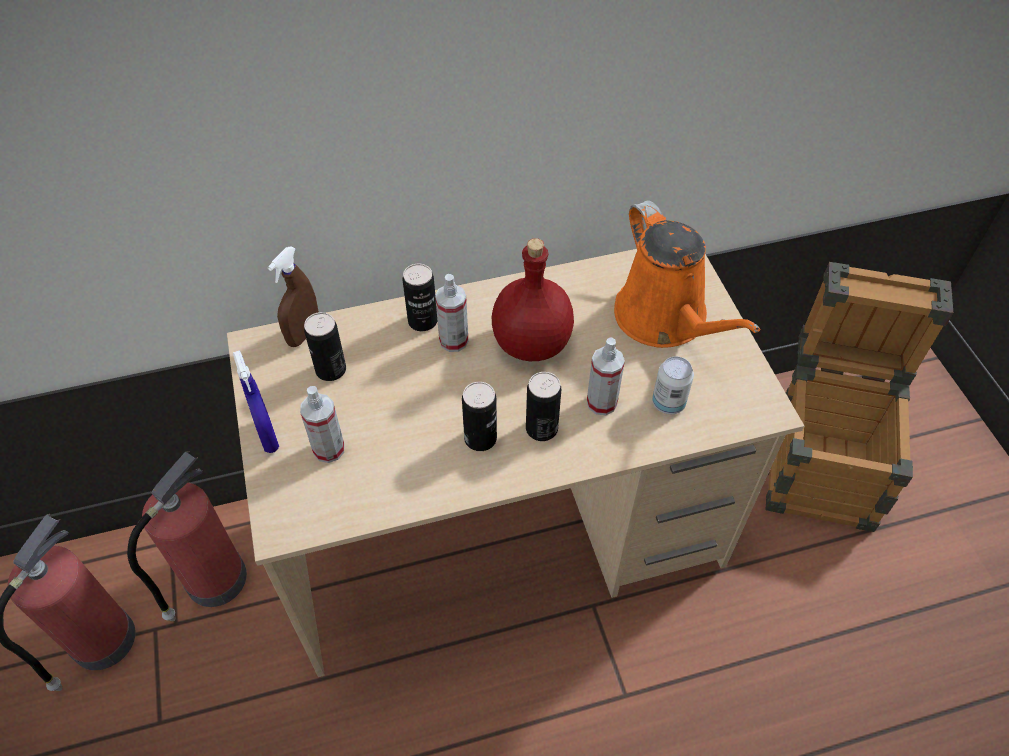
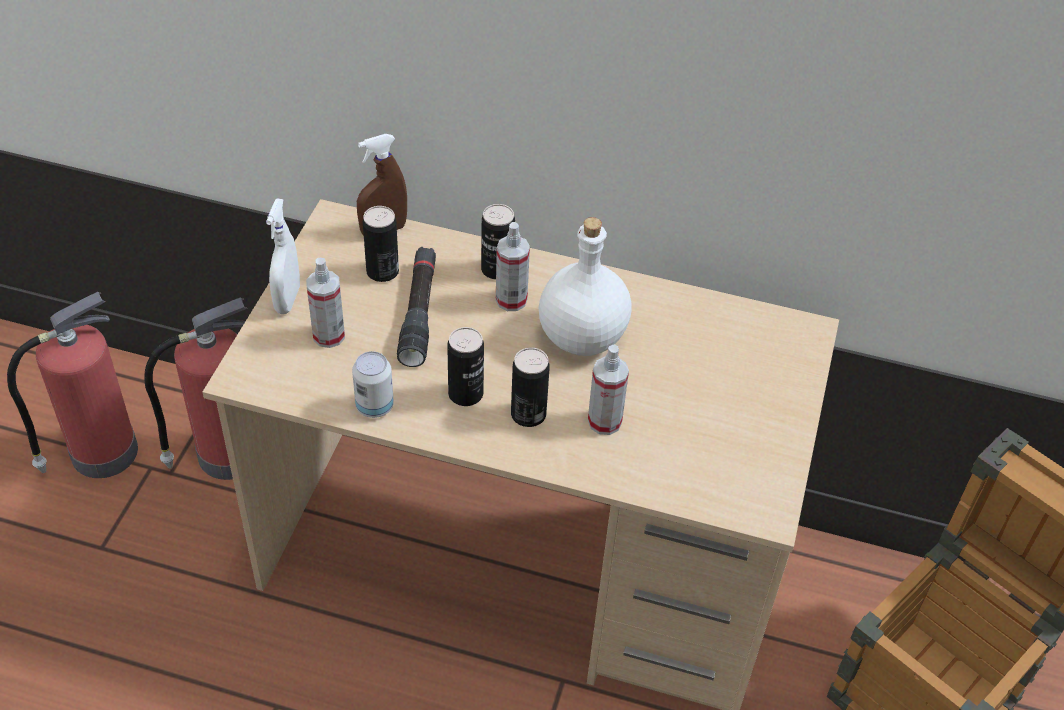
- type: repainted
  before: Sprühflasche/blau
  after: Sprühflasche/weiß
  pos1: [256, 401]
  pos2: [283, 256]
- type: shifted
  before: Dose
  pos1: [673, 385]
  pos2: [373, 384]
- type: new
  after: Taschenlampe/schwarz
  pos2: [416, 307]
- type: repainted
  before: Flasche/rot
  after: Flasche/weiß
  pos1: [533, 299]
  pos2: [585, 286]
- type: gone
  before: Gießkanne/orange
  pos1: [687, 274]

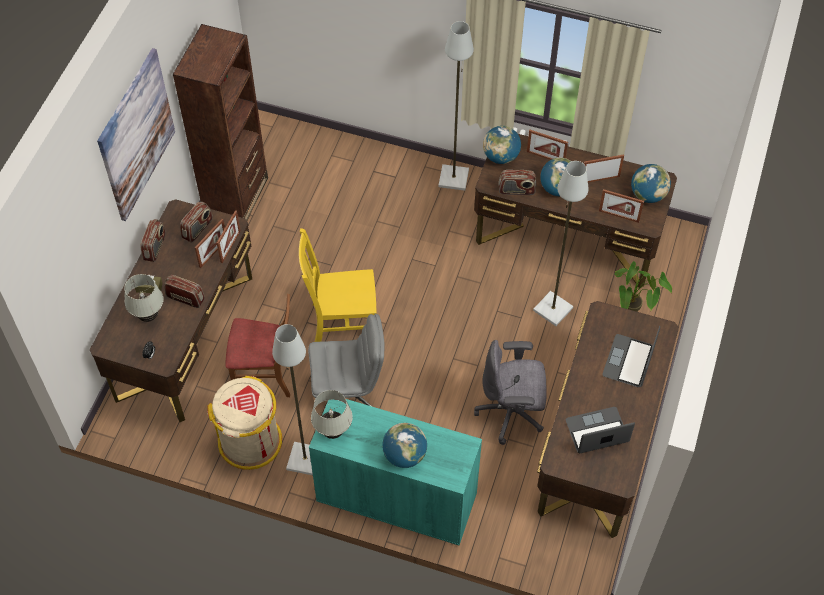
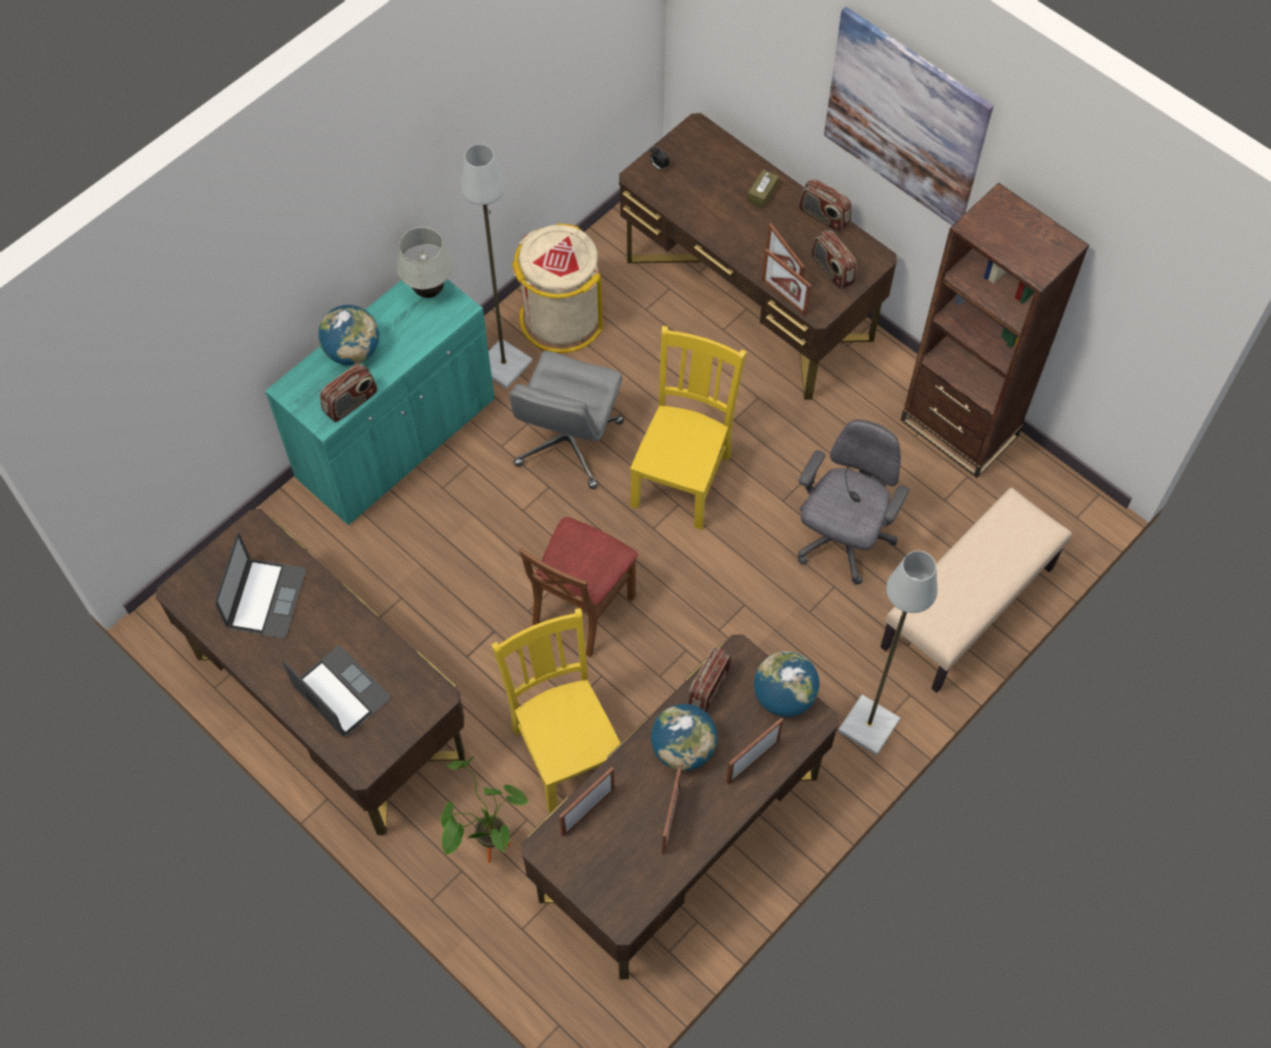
- type: shifted
  before: Radio
  pos1: [184, 291]
  pos2: [348, 392]
- type: swapped
  before: Stehlampe/grau
  after: Stuhl/gelb
  pos1: [561, 243]
  pos2: [555, 711]
- type: shifted
  before: Stuhl/braun
  pos1: [257, 345]
  pos2: [578, 587]
- type: shifted
  before: Bürostuhl/grau
  pos1: [510, 392]
  pos2: [853, 502]
- type: new
  after: Bank/beige
  pos2: [976, 590]
- type: gone
  before: Tischlampe/weiß
  pos1: [144, 298]
- type: gone
  before: Globus
  pos1: [651, 183]

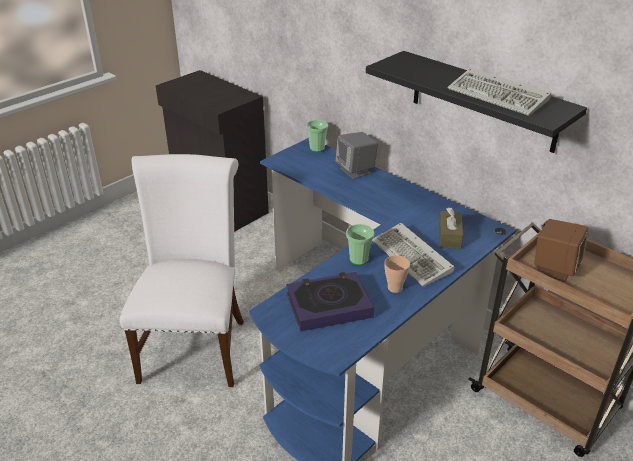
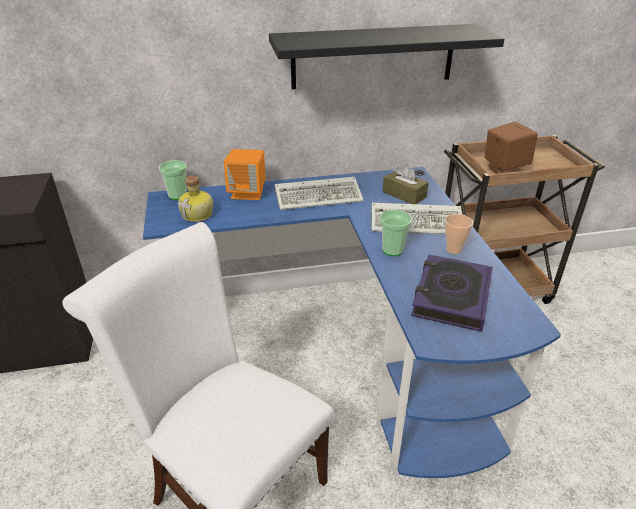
- type: new
  after: Flasche
  pos2: [195, 199]
- type: repainted
  before: Lautsprecher/grau
  after: Lautsprecher/orange
  pos1: [356, 155]
  pos2: [244, 174]
- type: shifted
  before: Tastatur
  pos1: [499, 92]
  pos2: [319, 193]

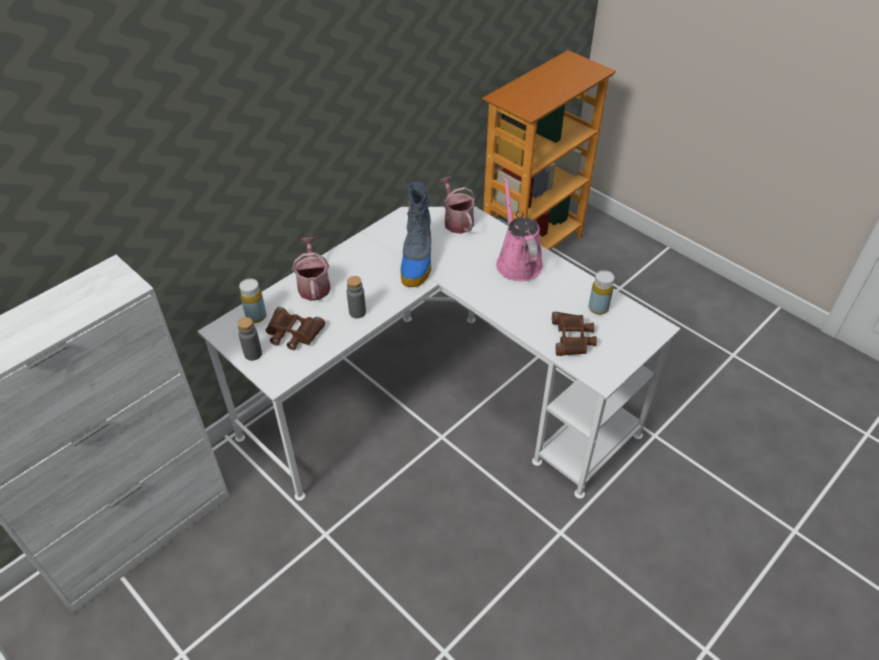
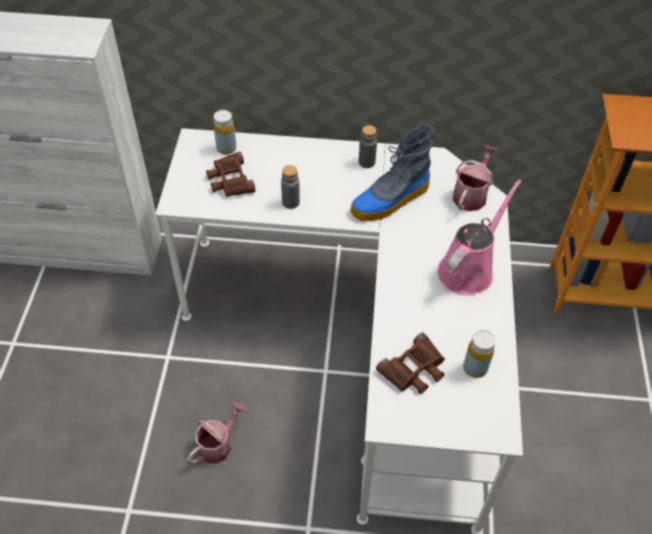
- type: shifted
  before: Gießkanne
  pos1: [311, 269]
  pos2: [217, 432]
- type: shifted
  before: Flasche/grau
  pos1: [249, 339]
  pos2: [368, 146]

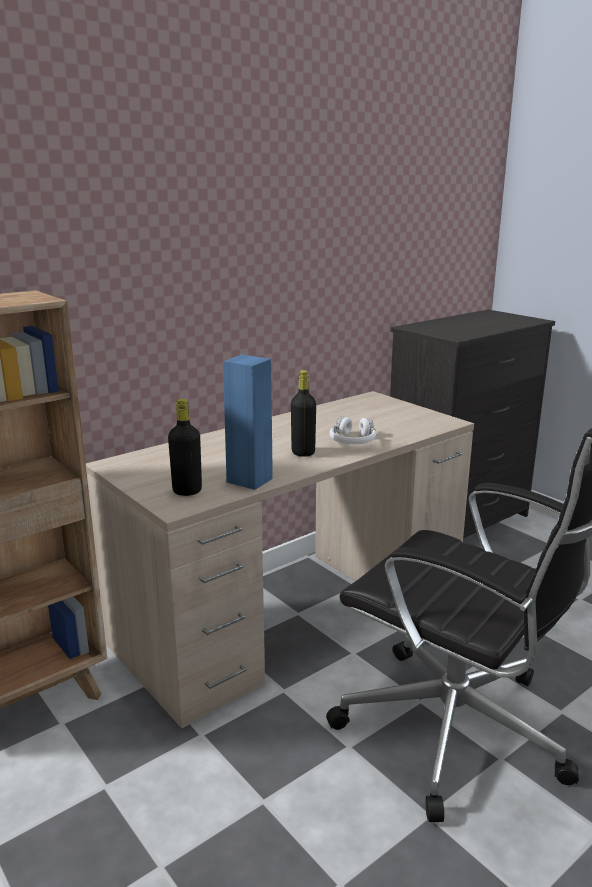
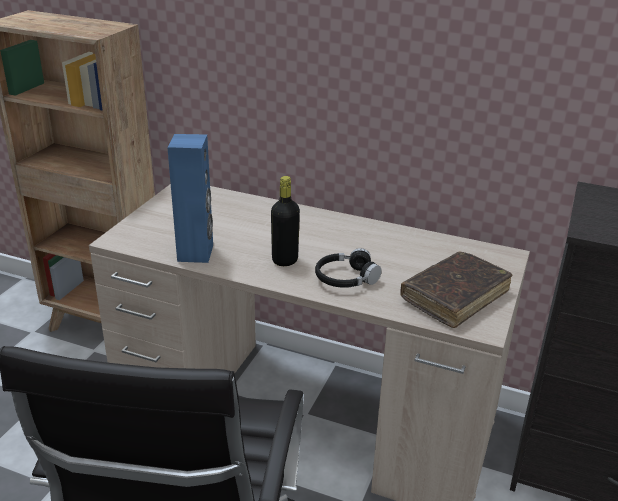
- type: repainted
  before: Kopfhörer/weiß
  after: Kopfhörer/schwarz
  pos1: [352, 430]
  pos2: [348, 268]
- type: new
  after: Buch/braun
  pos2: [456, 289]
- type: gone
  before: Flasche/schwarz
  pos1: [185, 447]

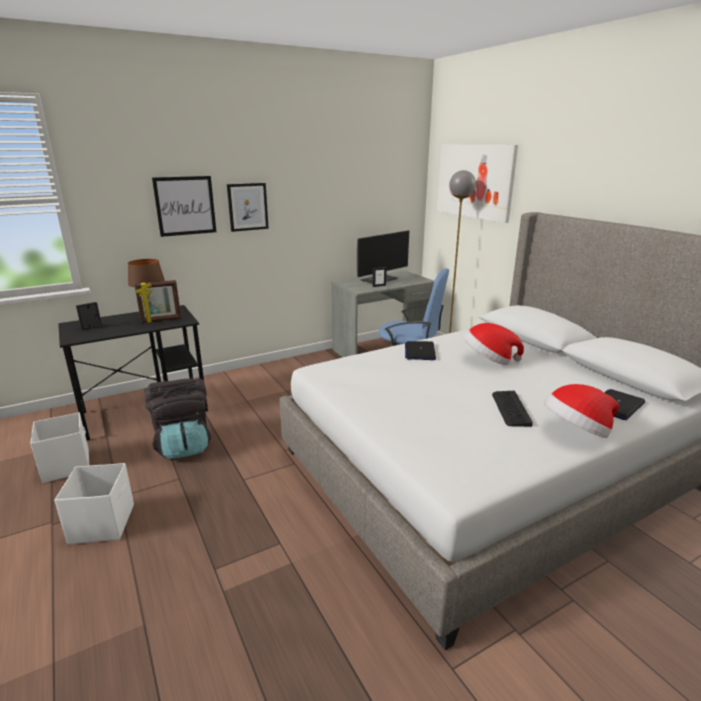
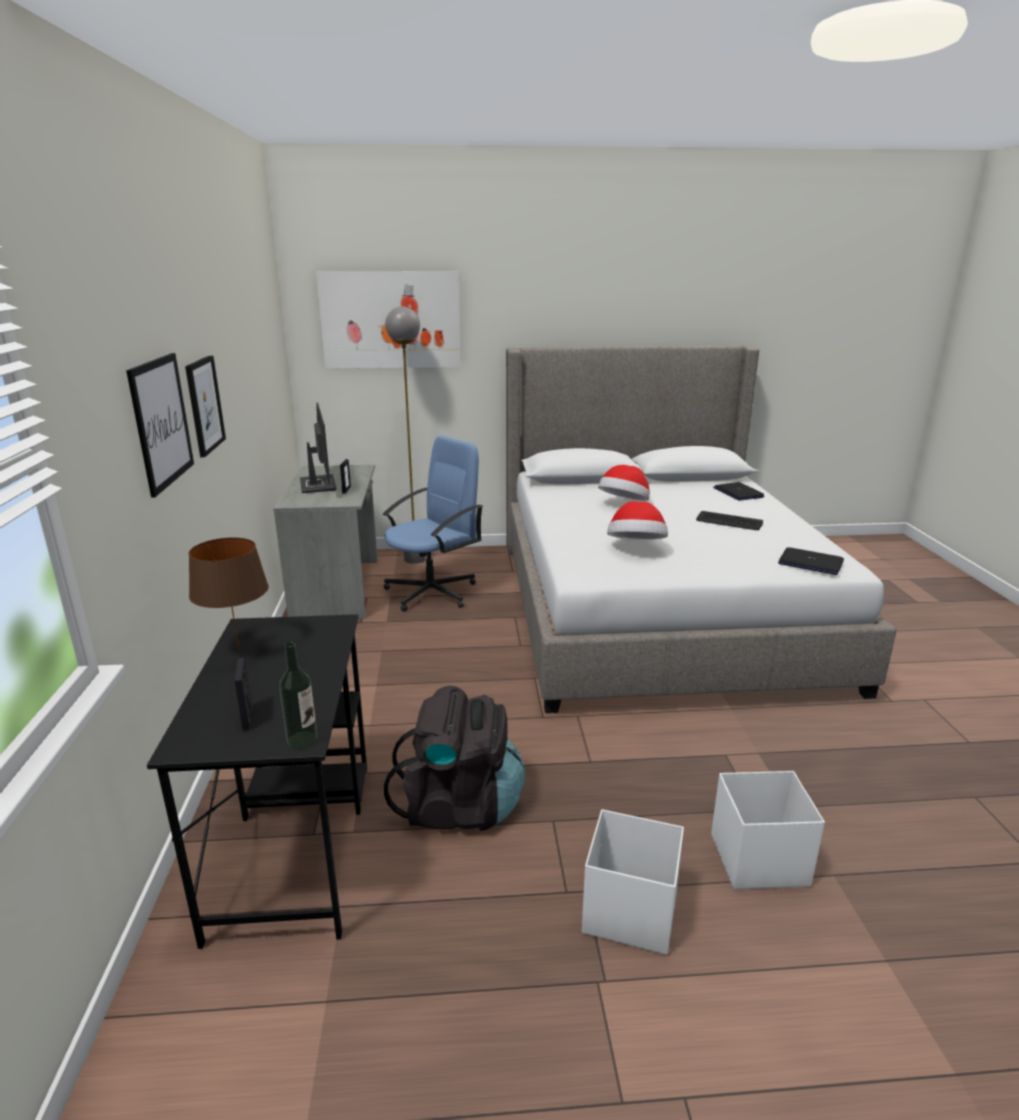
- type: new
  after: Flasche
  pos2: [298, 695]
- type: shifted
  before: Hut
  pos1: [581, 411]
  pos2: [637, 520]
- type: shifted
  before: Aufbewahrungsbox/weiß
  pos1: [59, 447]
  pos2: [768, 830]
- type: shifted
  before: Laptop
  pos1: [420, 350]
  pos2: [811, 561]
- type: gone
  before: Bilderrahmen
  pos1: [158, 301]

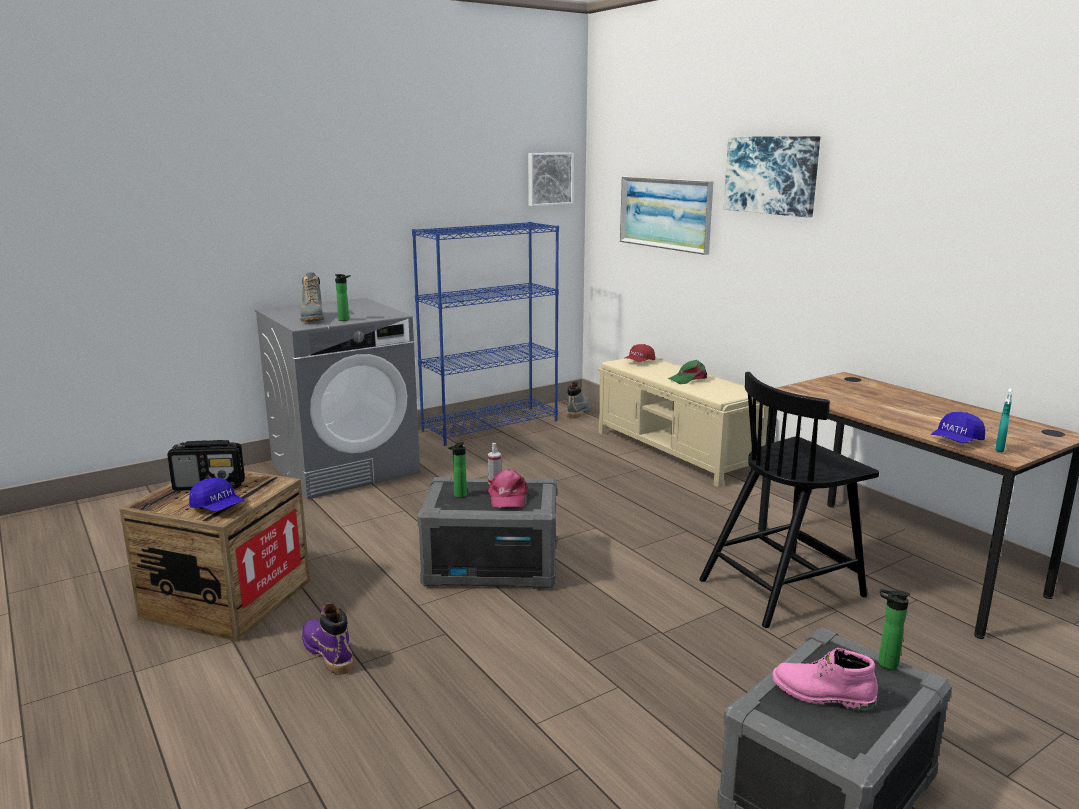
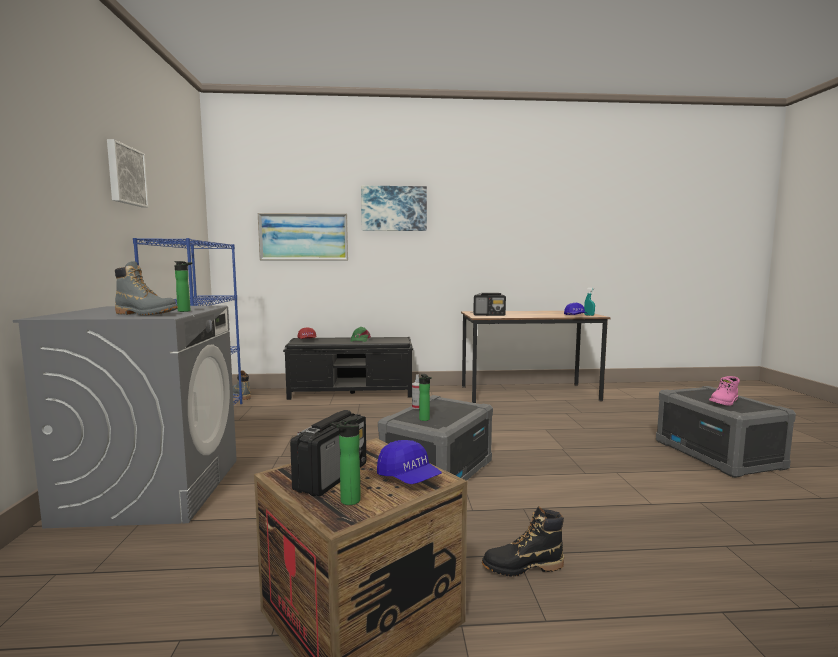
- type: shifted
  before: Bild
  pos1: [551, 179]
  pos2: [128, 173]
- type: repainted
  before: Bank/beige
  after: Bank/schwarz
  pos1: [683, 422]
  pos2: [348, 368]
- type: shifted
  before: Flasche
  pos1: [894, 629]
  pos2: [346, 460]
- type: rotated
  before: Kappe/blau
  pos1: [216, 494]
  pos2: [409, 462]
  turn: 75
- type: new
  after: Radio
  pos2: [489, 304]
- type: repainted
  before: Stiefel/lila
  after: Stiefel/schwarz
  pos1: [327, 638]
  pos2: [523, 541]
- type: gone
  before: Kappe/rosa
  pos1: [508, 488]
- type: gone
  before: Stuhl/schwarz
  pos1: [789, 500]

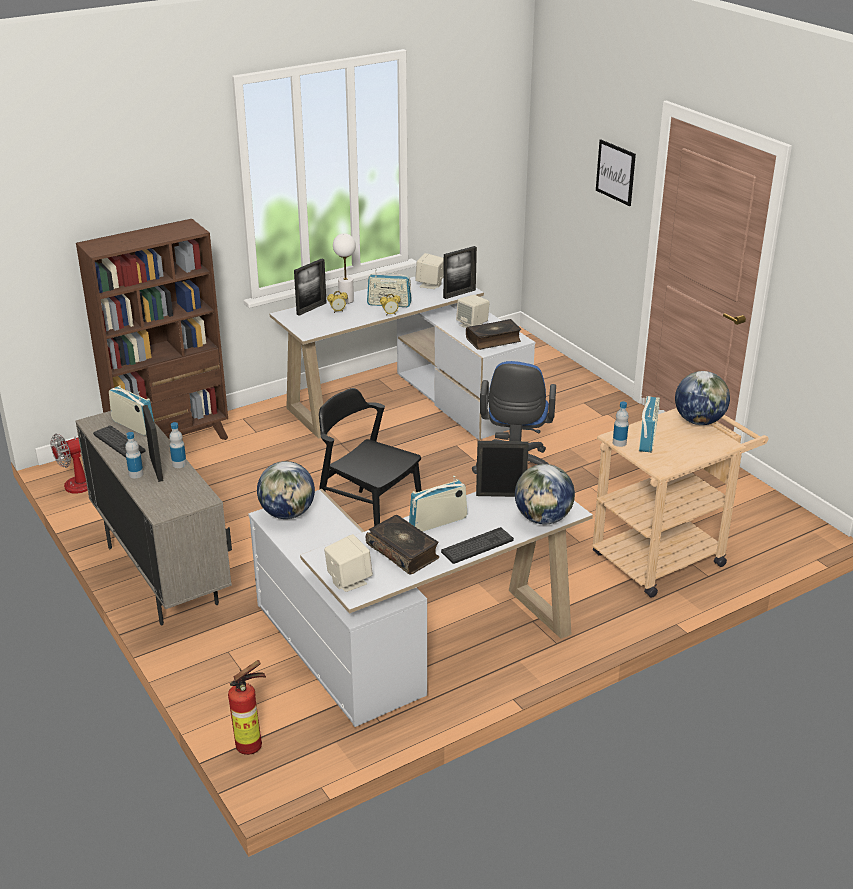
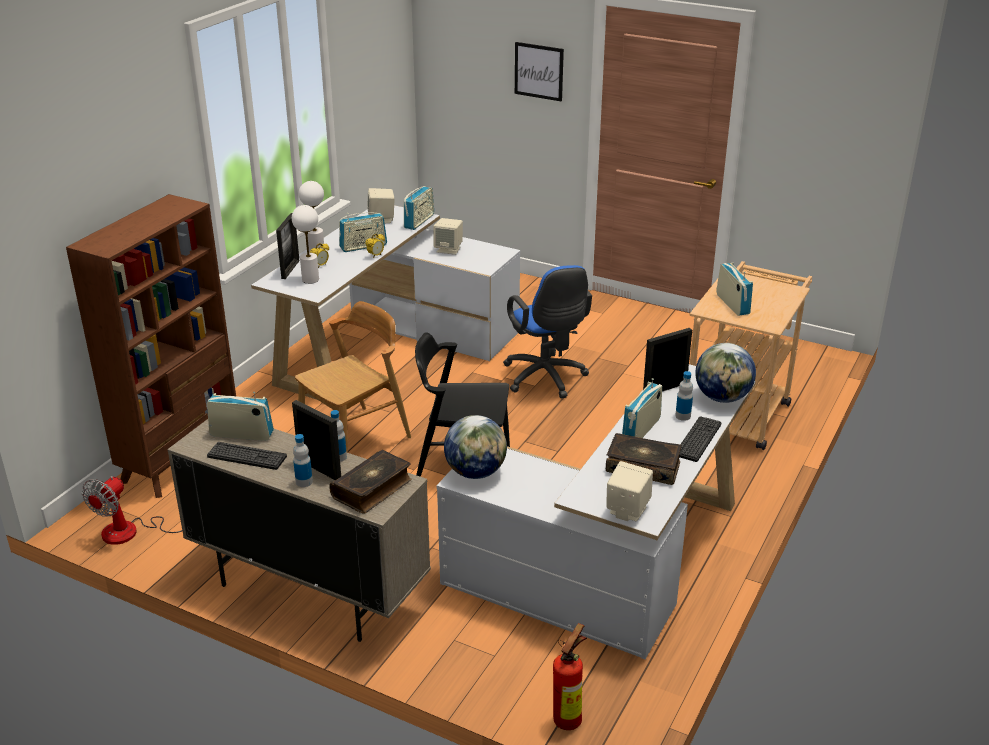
- type: new
  after: Tischlampe/weiß
  pos2: [305, 244]
- type: new
  after: Stuhl/braun
  pos2: [353, 377]
- type: shifted
  before: Buch
  pos1: [493, 334]
  pos2: [370, 481]
- type: swapped
  before: Bilderrahmen
  after: Radio
  pos1: [460, 272]
  pos2: [419, 208]
- type: shifted
  before: Flasche
  pos1: [621, 424]
  pos2: [684, 396]
- type: gone
  before: Globus
  pos1: [702, 398]

